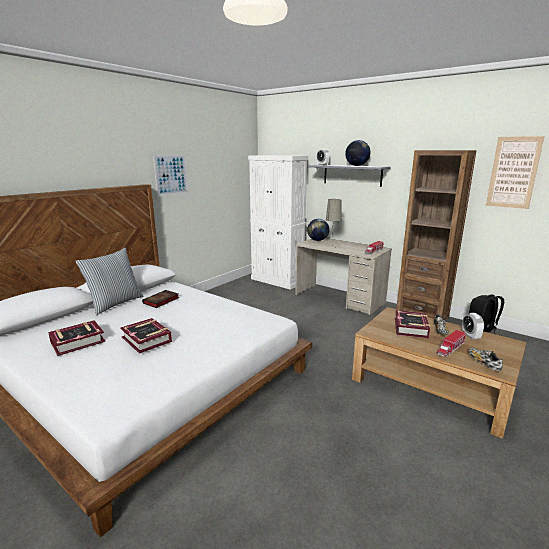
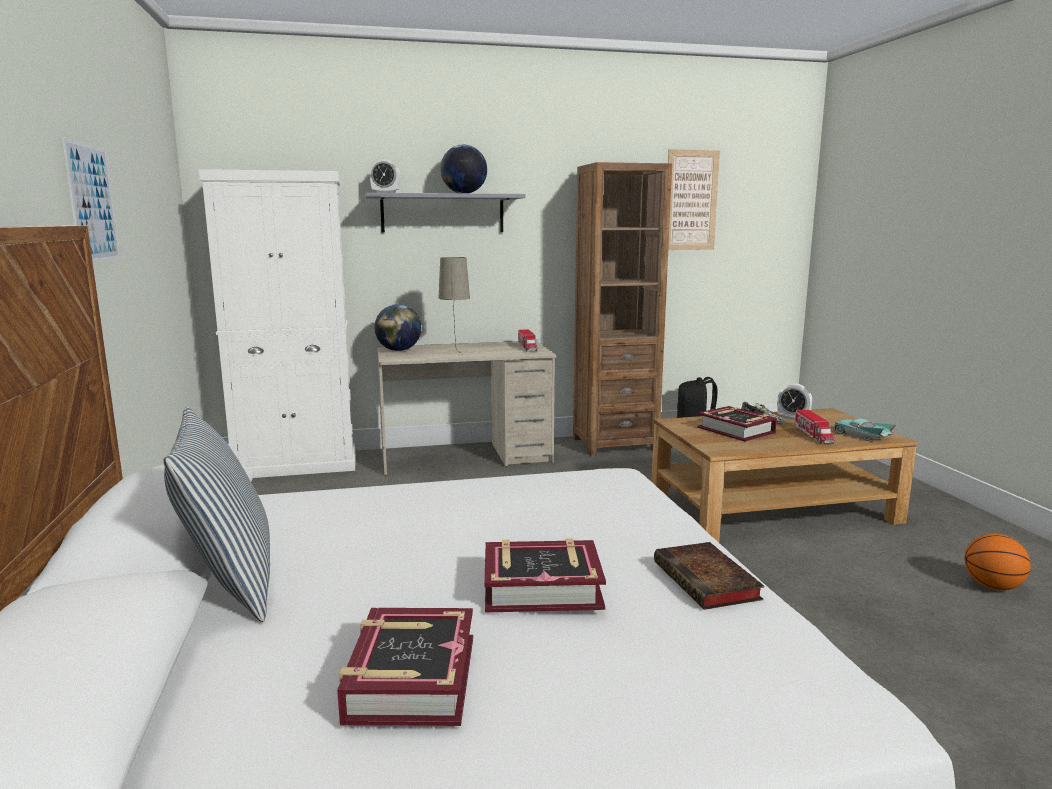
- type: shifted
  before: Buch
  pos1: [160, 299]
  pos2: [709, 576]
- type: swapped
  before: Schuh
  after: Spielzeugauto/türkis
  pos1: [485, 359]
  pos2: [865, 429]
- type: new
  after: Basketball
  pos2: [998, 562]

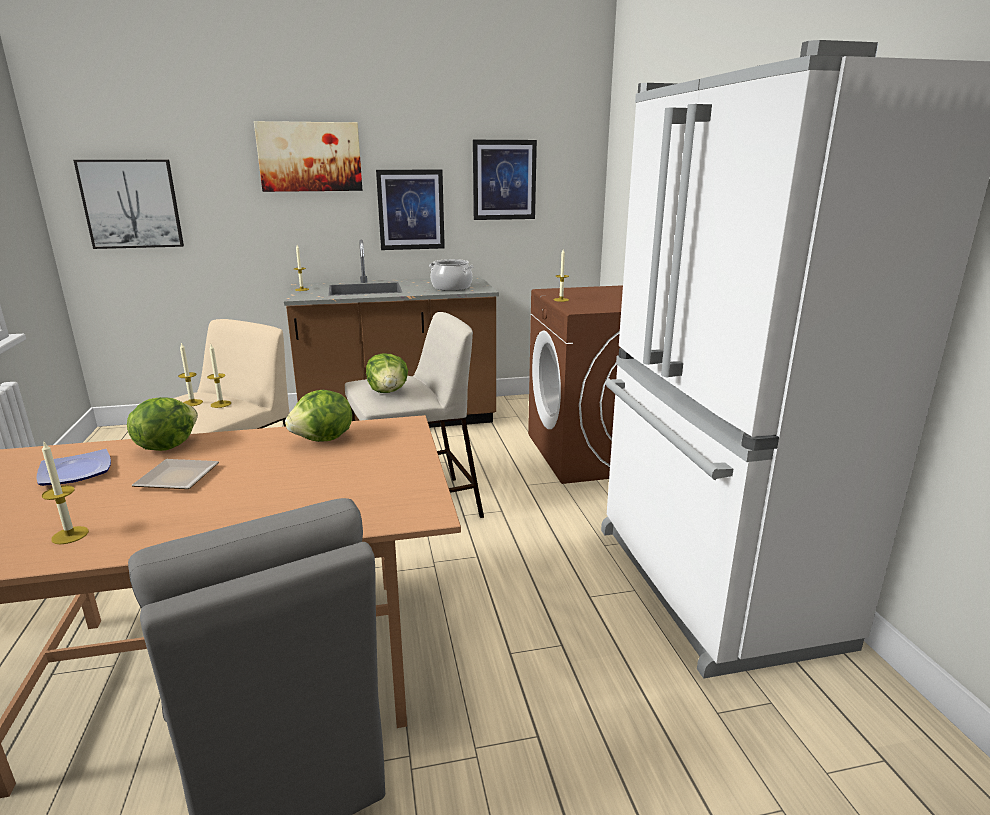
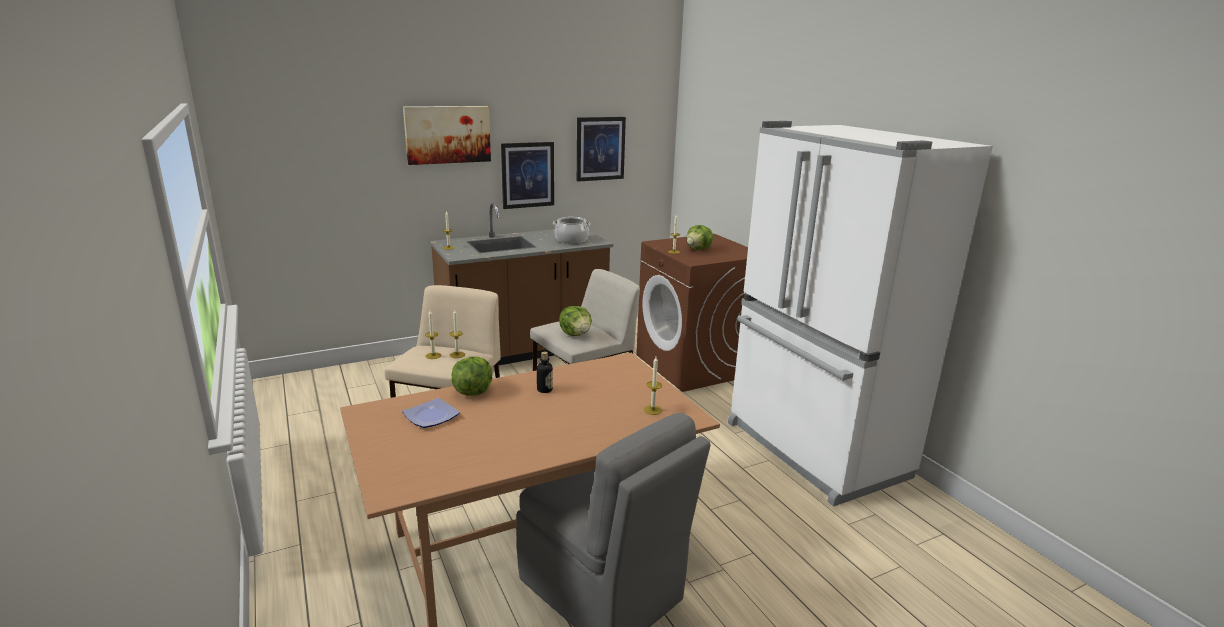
- type: new
  after: Flasche
  pos2: [545, 372]
- type: shifted
  before: Kerze
  pos1: [65, 493]
  pos2: [653, 386]
- type: shifted
  before: Salatkopf
  pos1: [318, 416]
  pos2: [699, 237]
- type: gone
  before: Bild
  pos1: [128, 204]
- type: gone
  before: Teller
  pos1: [175, 474]

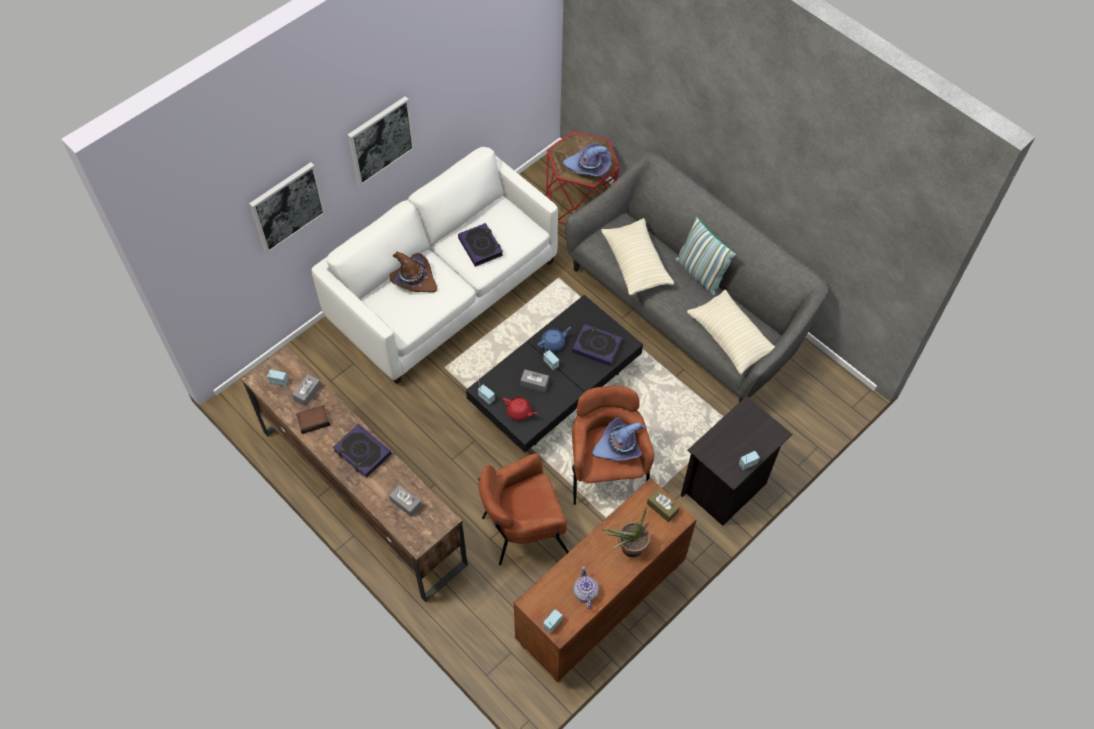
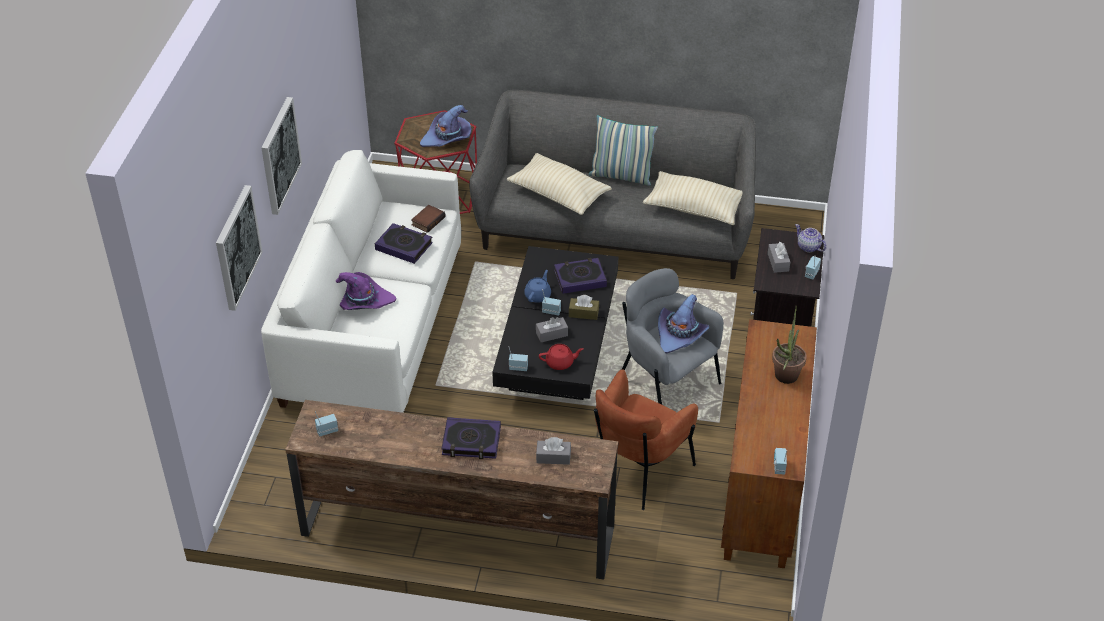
- type: repainted
  before: Hut/braun
  after: Hut/lila
  pos1: [413, 272]
  pos2: [366, 291]
- type: shifted
  before: Buch
  pos1: [313, 419]
  pos2: [428, 219]
- type: shifted
  before: Taschentuchbox/braun
  pos1: [663, 505]
  pos2: [584, 307]
- type: repainted
  before: Sessel/braun
  after: Sessel/grau
  pos1: [613, 445]
  pos2: [672, 336]
- type: shifted
  before: Taschentuchbox/grau
  pos1: [306, 390]
  pos2: [779, 257]
- type: shifted
  before: Teekanne
  pos1: [586, 587]
  pos2: [811, 238]

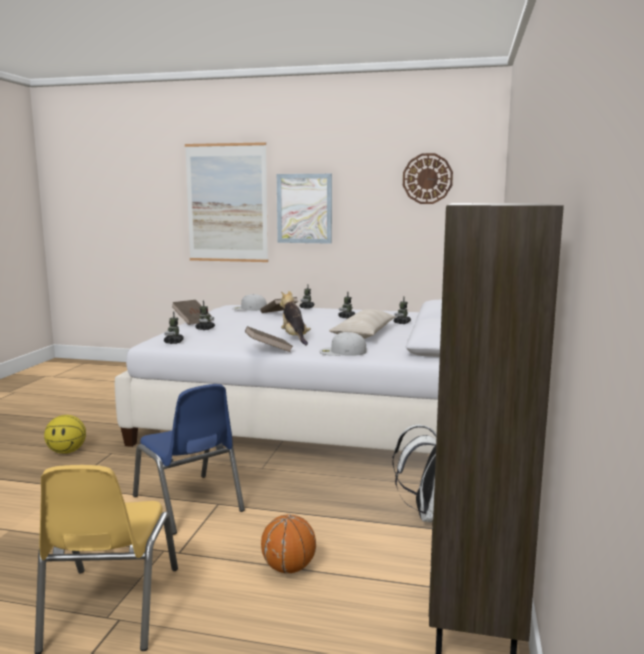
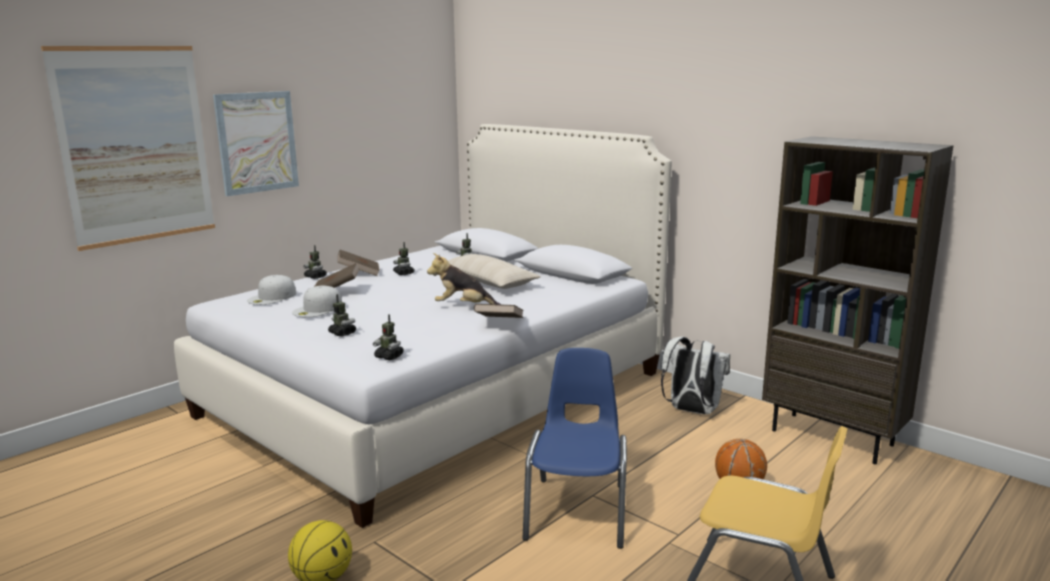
- type: shifted
  before: Kappe/weiß
  pos1: [342, 344]
  pos2: [317, 302]
- type: shifted
  before: Buch/braun
  pos1: [192, 312]
  pos2: [359, 263]
- type: rotated
  before: Stuhl/blau
  pos1: [189, 459]
  pos2: [574, 448]
  turn: -75
- type: gone
  before: Wanduhr
  pos1: [428, 178]

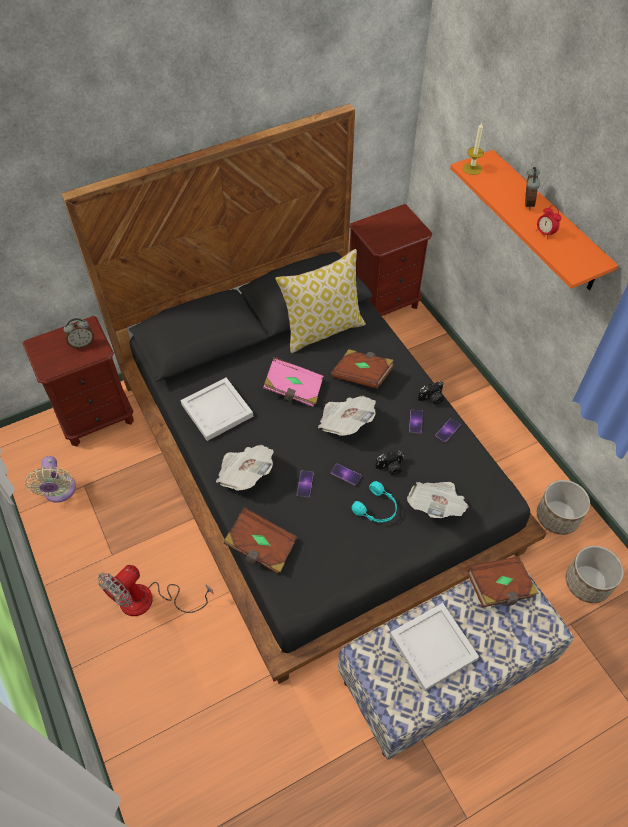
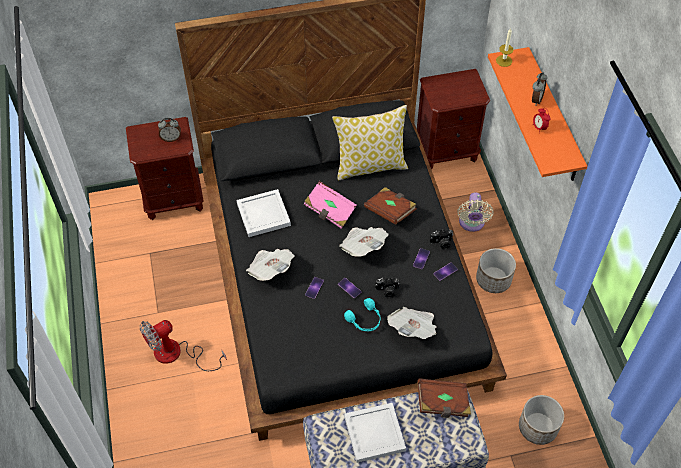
- type: shifted
  before: Ventilator/beige
  pos1: [50, 479]
  pos2: [476, 212]
- type: shifted
  before: Pflanzkübel
  pos1: [563, 507]
  pos2: [496, 270]
- type: gone
  before: Buch/braun
  pos1: [260, 540]

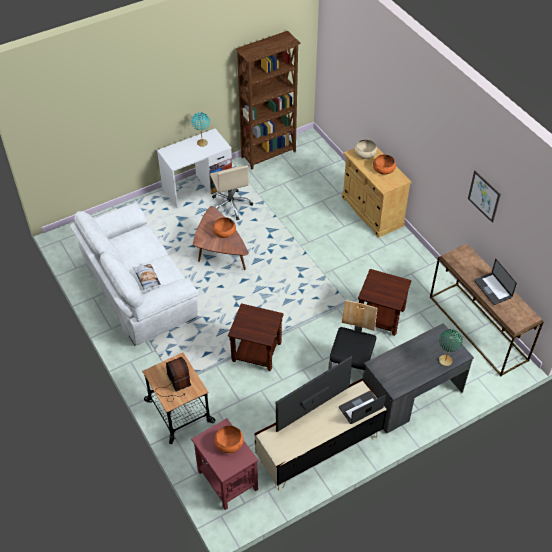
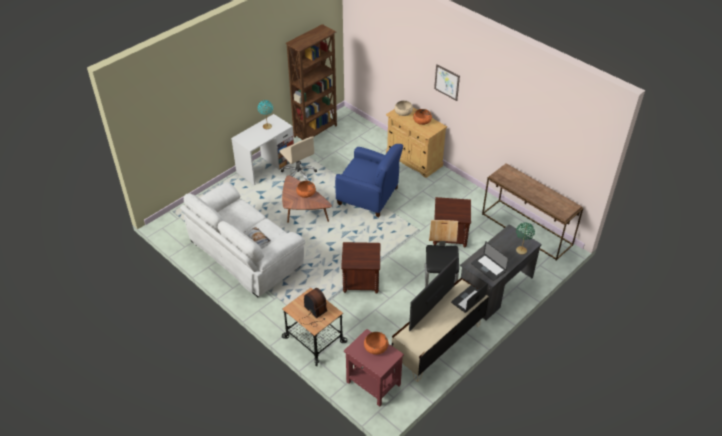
- type: new
  after: Sessel/blau
  pos2: [369, 180]
- type: shifted
  before: Bild
  pos1: [484, 196]
  pos2: [447, 82]
- type: shifted
  before: Laptop
  pos1: [495, 282]
  pos2: [490, 261]

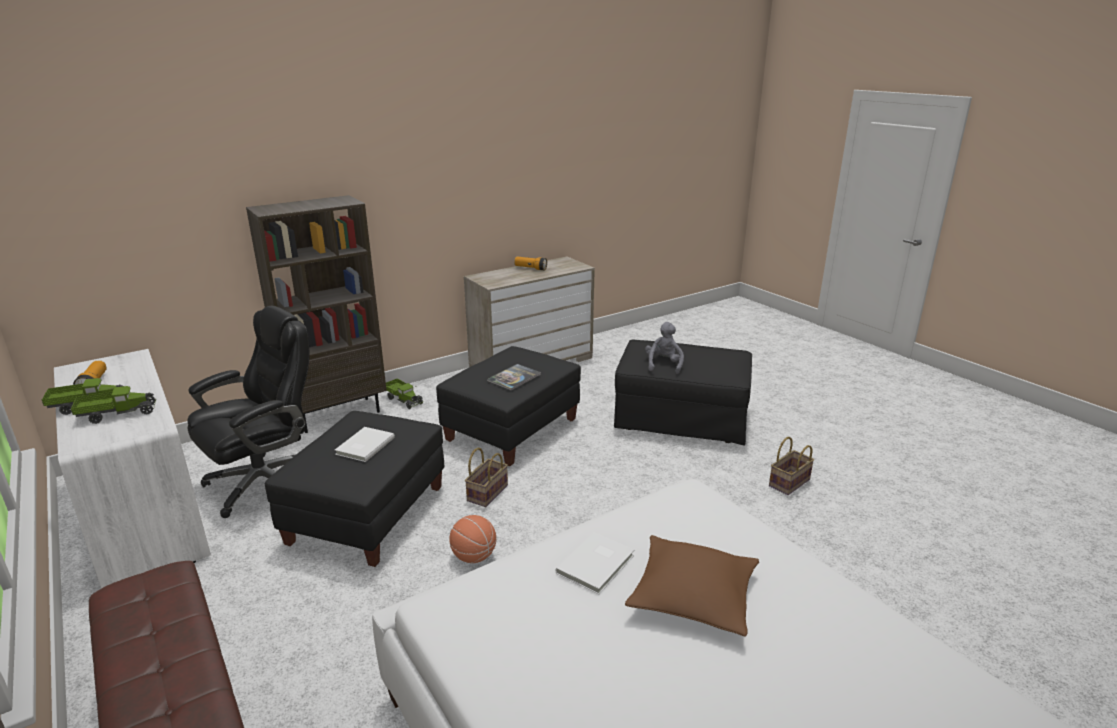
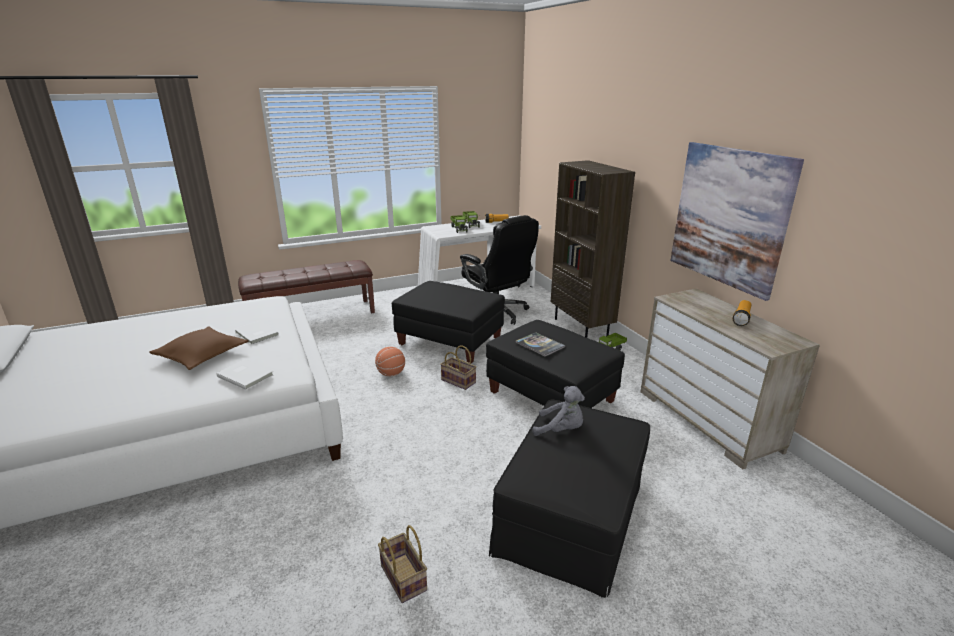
- type: shifted
  before: Buch/weiß
  pos1: [365, 444]
  pos2: [245, 374]
- type: new
  after: Bild
  pos2: [737, 221]

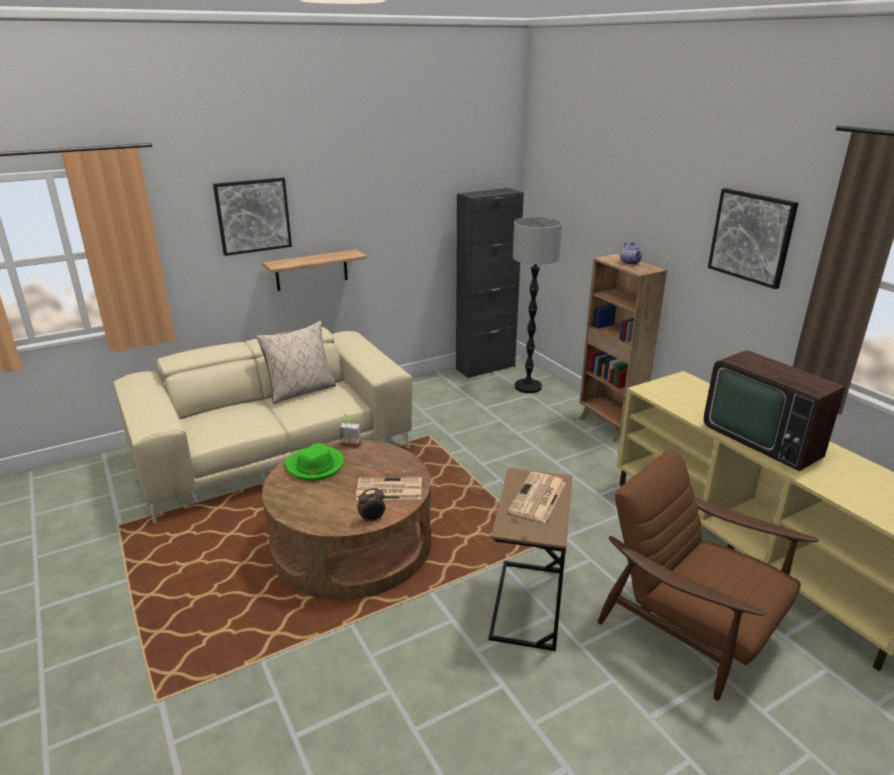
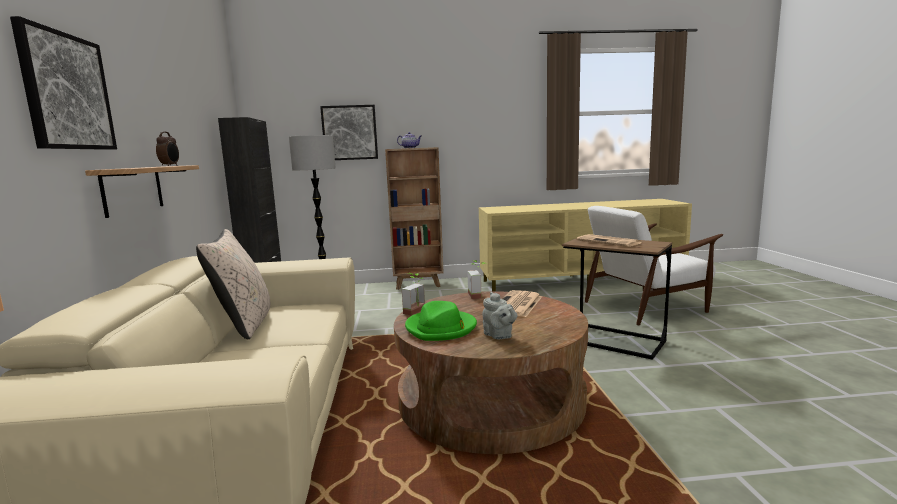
- type: shifted
  before: Wecker
  pos1: [371, 506]
  pos2: [167, 149]
- type: shifted
  before: Bild
  pos1: [753, 238]
  pos2: [349, 132]
- type: new
  after: Topfpflanze
  pos2: [476, 279]
- type: new
  after: Teekanne/grau
  pos2: [499, 315]
- type: repainted
  before: Sessel/braun
  after: Sessel/weiß
  pos1: [708, 575]
  pos2: [654, 265]
- type: gone
  before: Fernseher
  pos1: [775, 410]

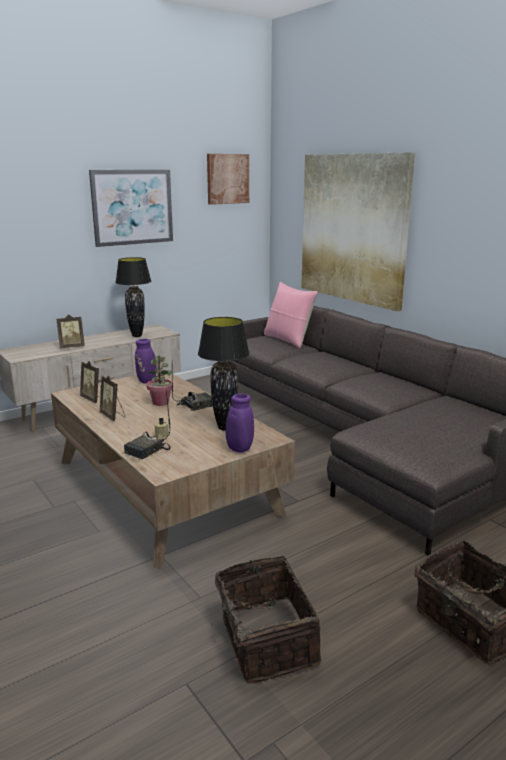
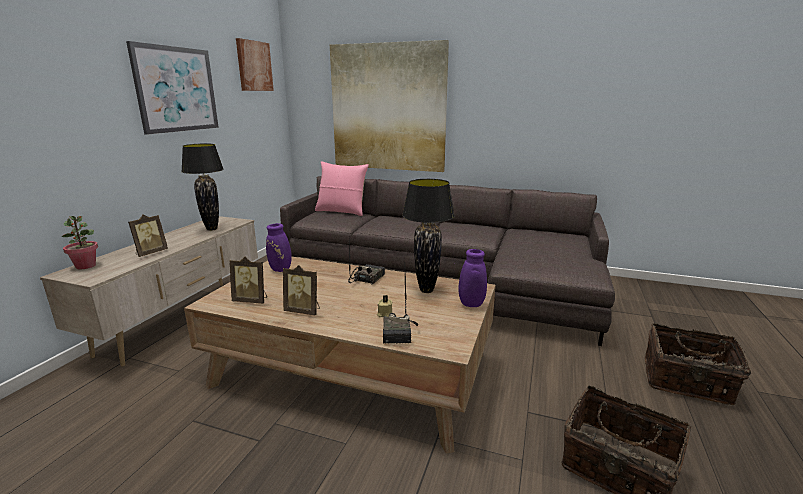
- type: shifted
  before: Topfpflanze
  pos1: [159, 381]
  pos2: [80, 242]

